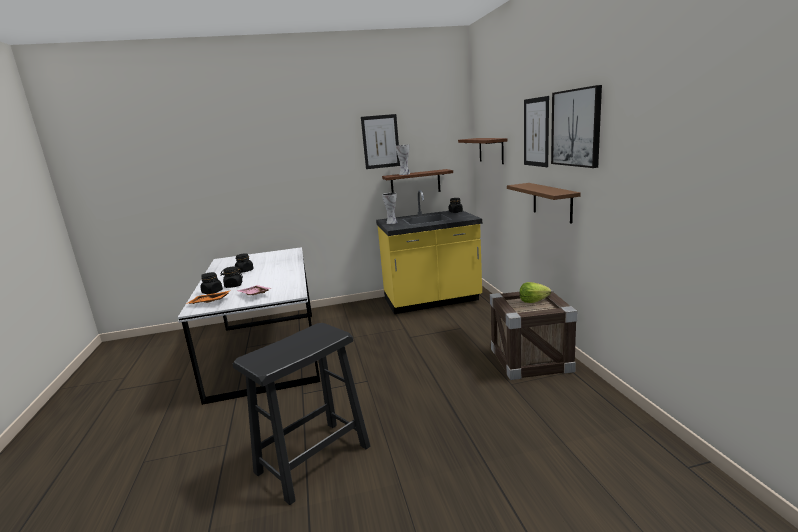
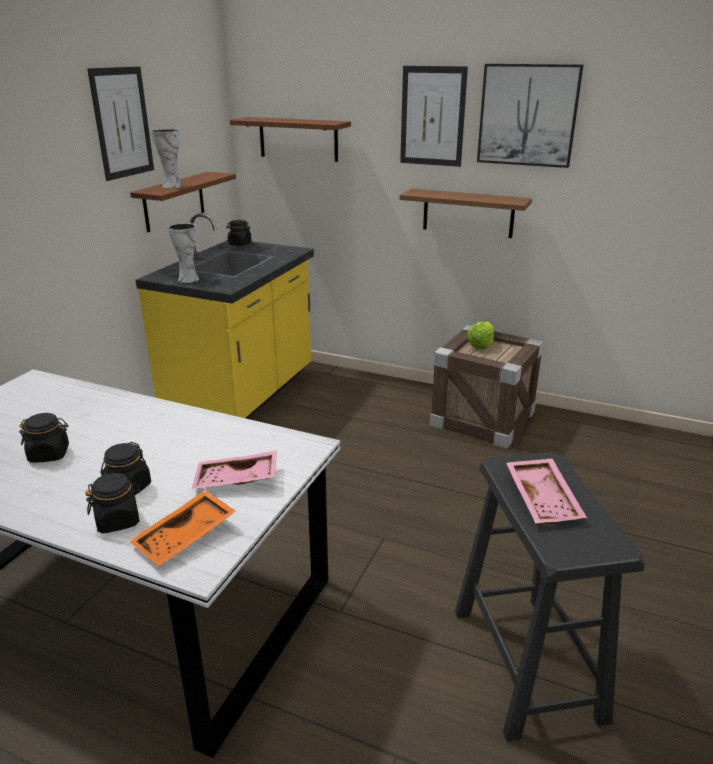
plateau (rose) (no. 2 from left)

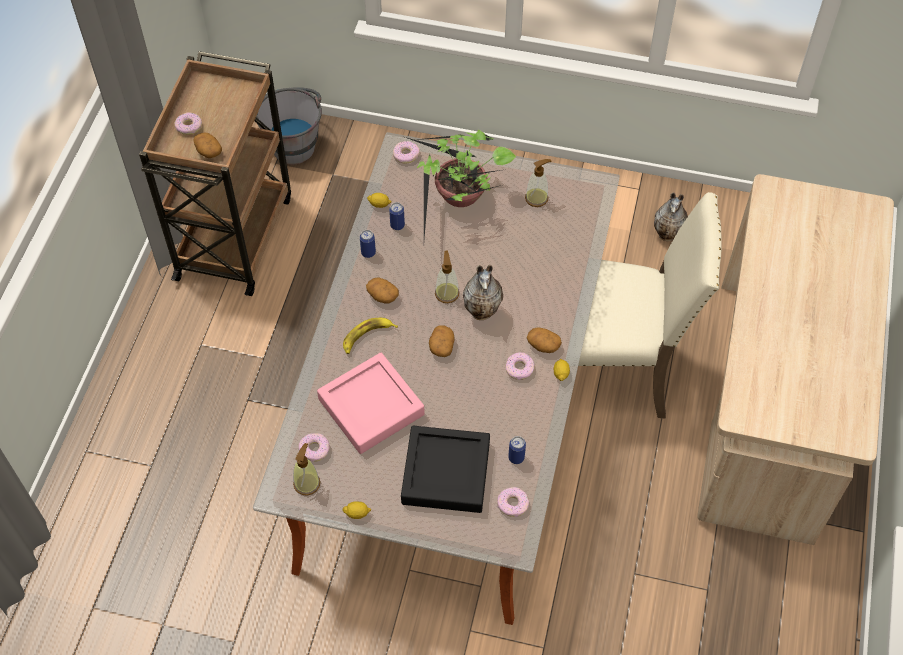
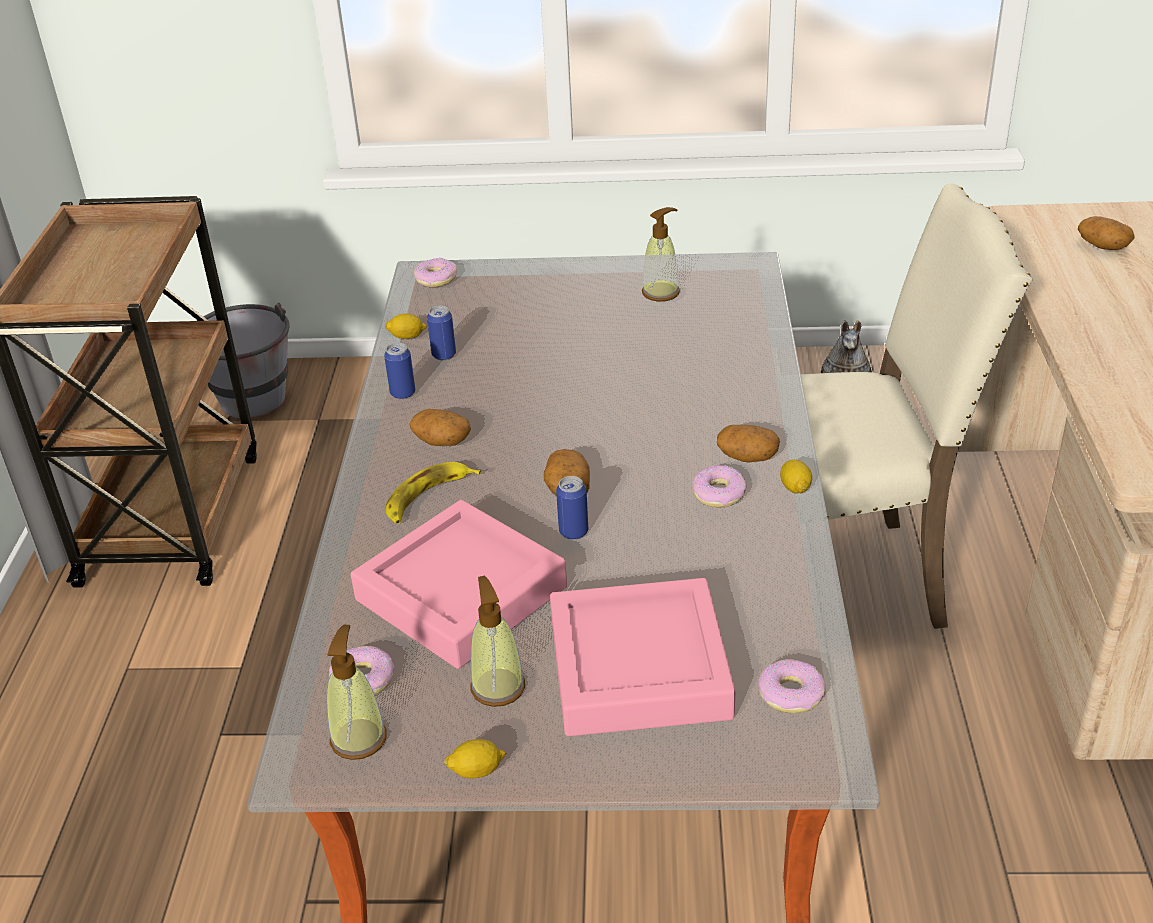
beignet (no. 1 from left in the first image)
pomme de terre (no. 4 from left)
plateau (rose) (no. 2 from left)
plante en pot
distributeur de savon (no. 2 from left)
vase (no. 1 from left in the first image)
boîte métallique (no. 3 from left)

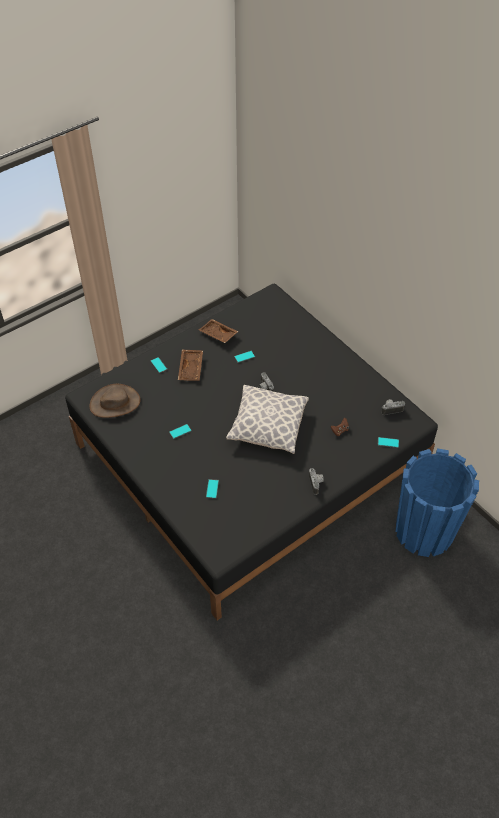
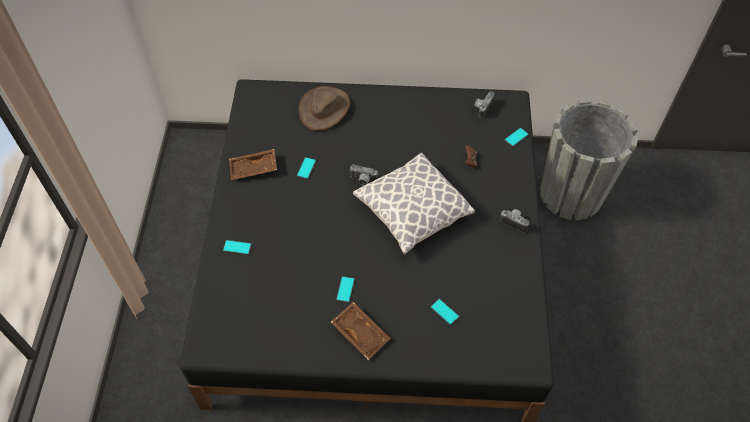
chapeau (marron)
plateau (marron) (no. 2 from left)
cache-pot (gris)

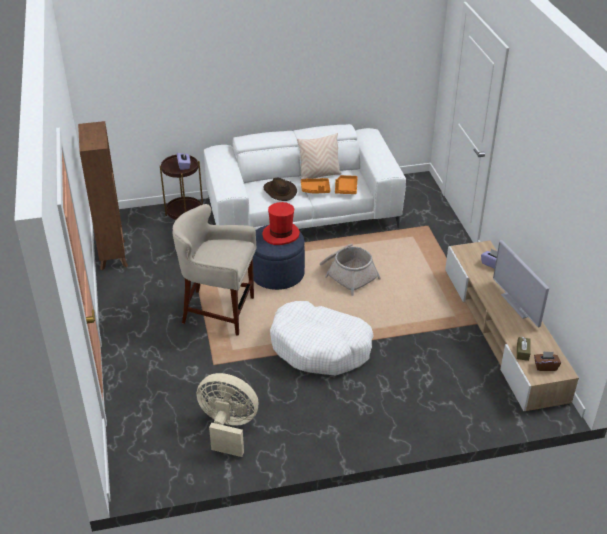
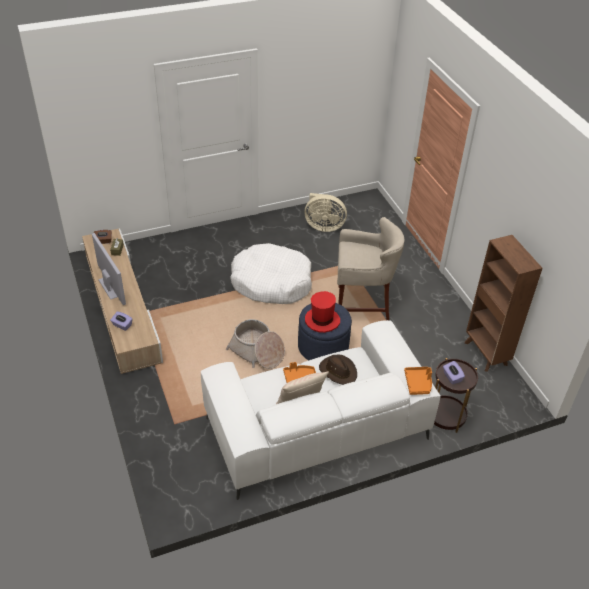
plateau (orange) (no. 2 from left)

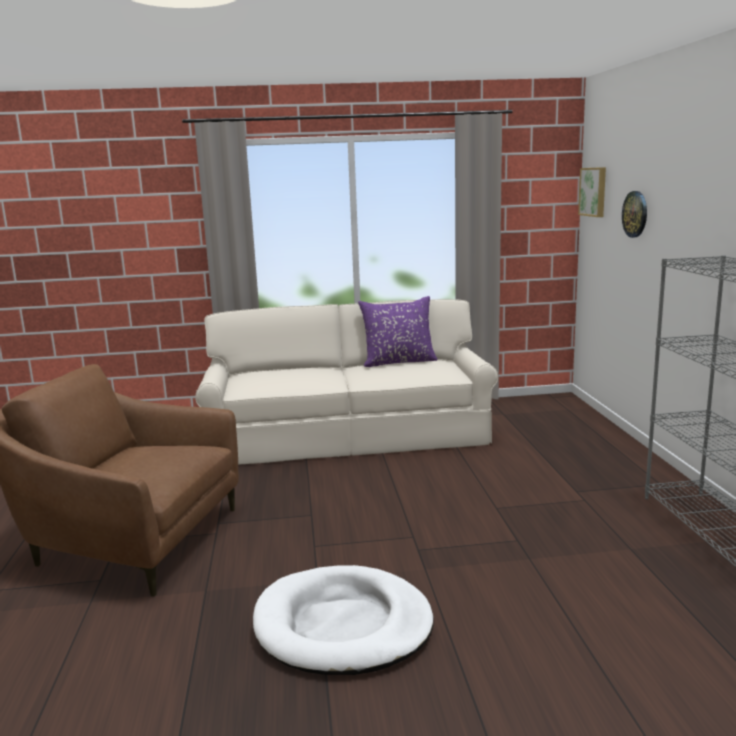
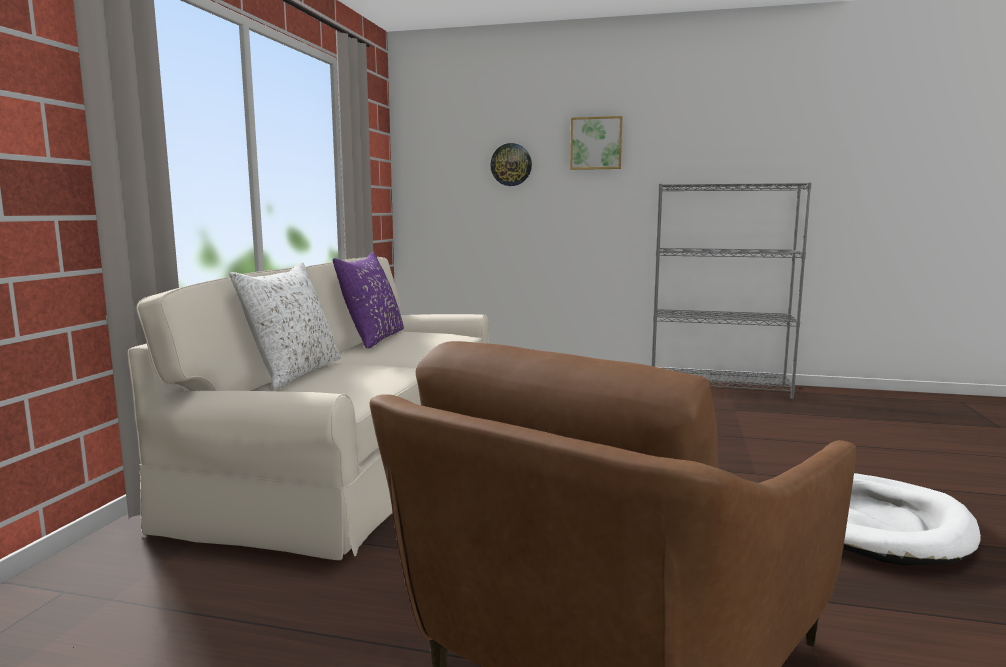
tableau
coussin (blanc)

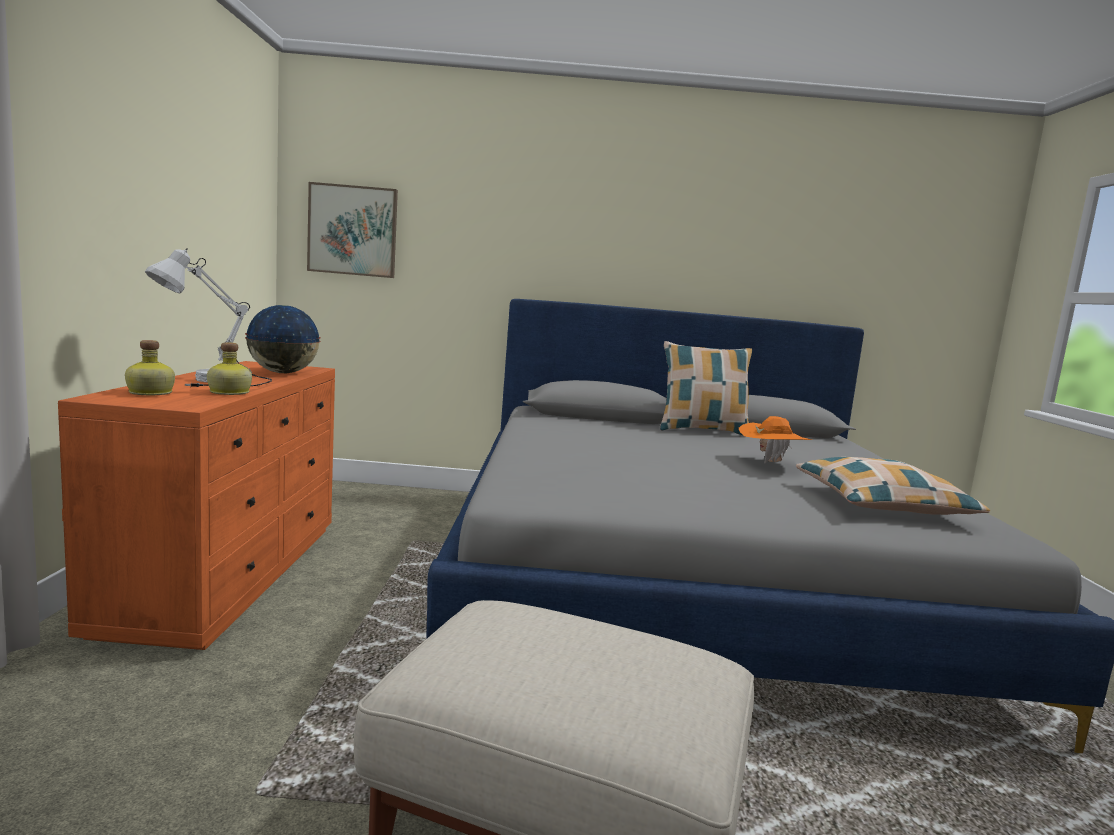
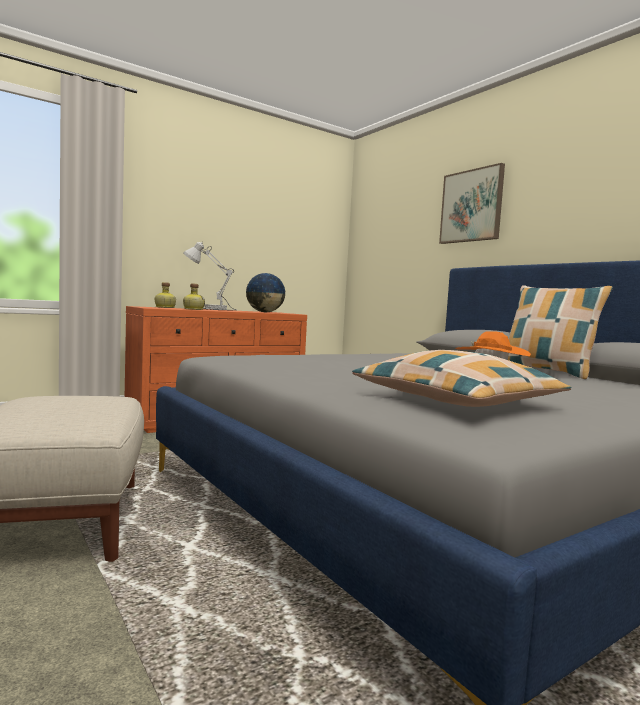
tableau

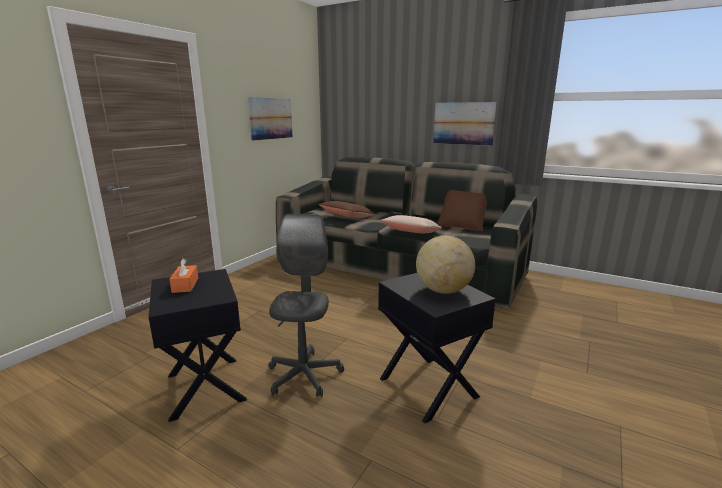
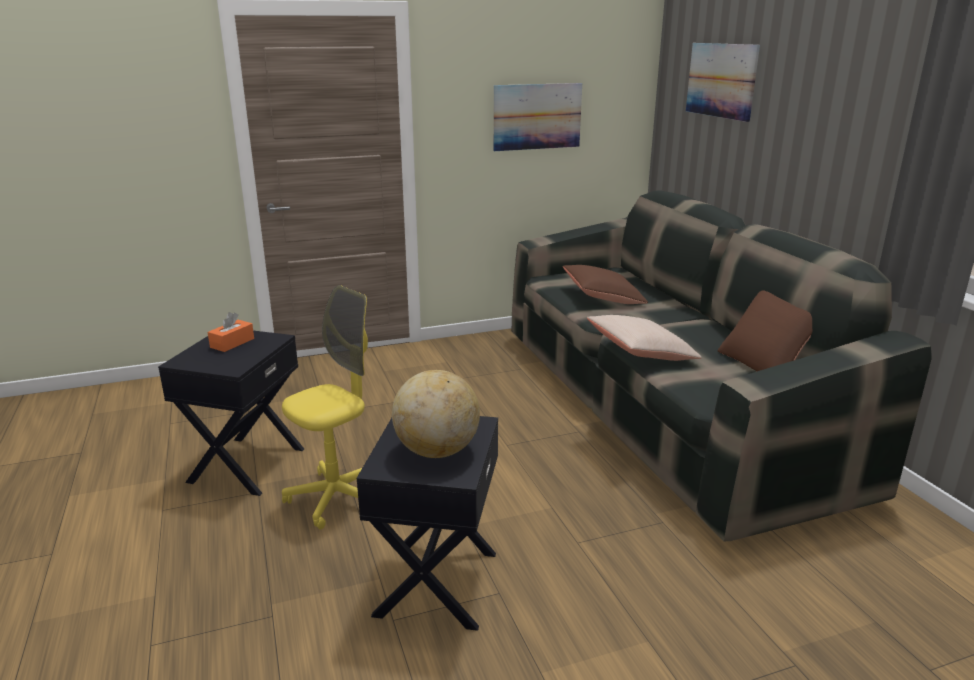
chaise de bureau (jaune)
tableau (no. 2 from left)

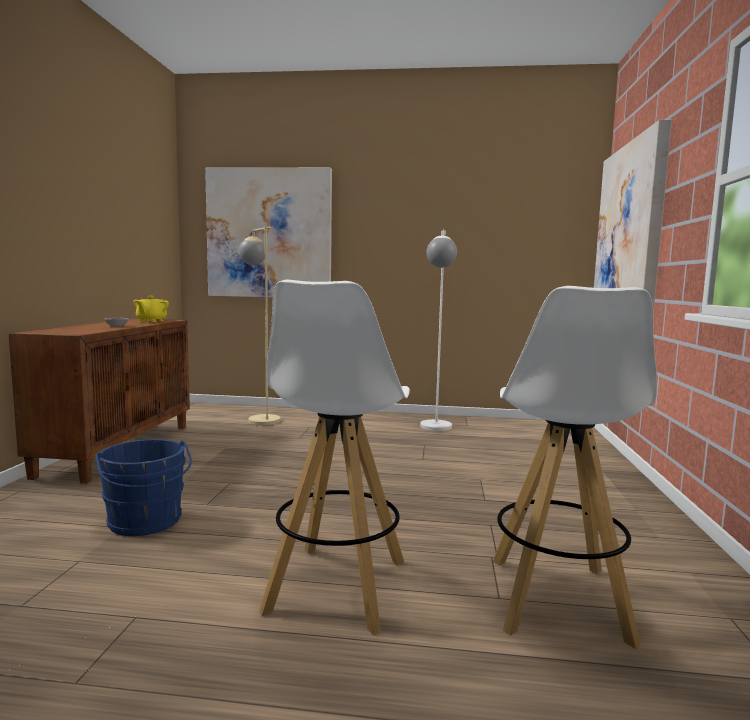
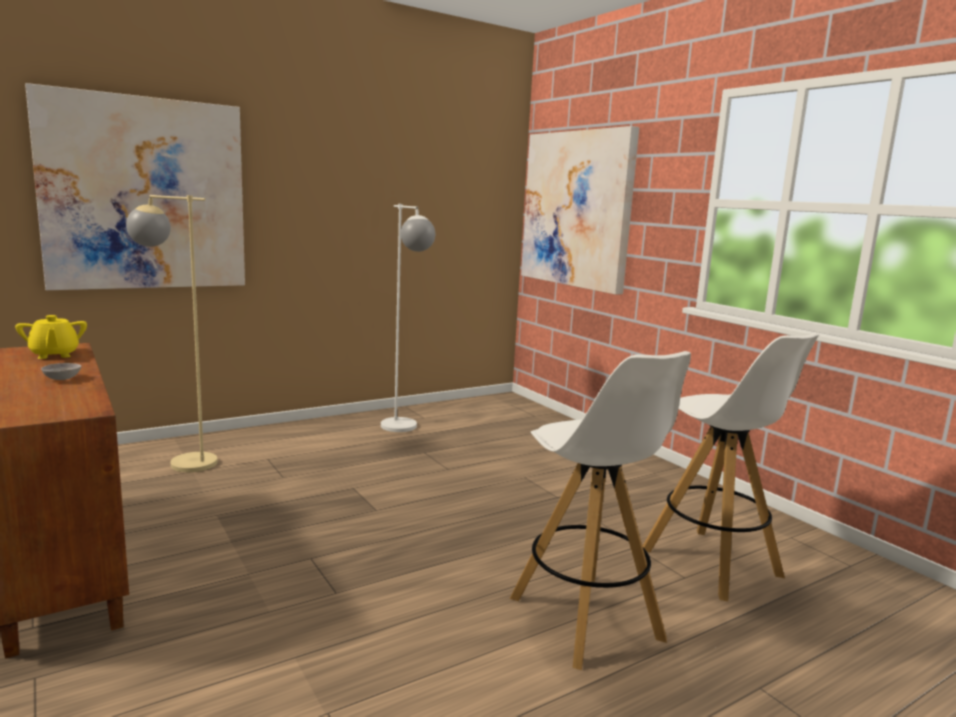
seau (bleu)

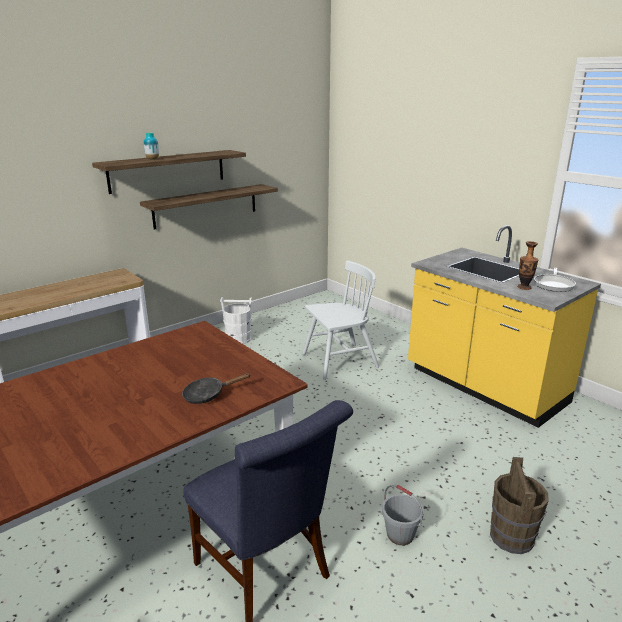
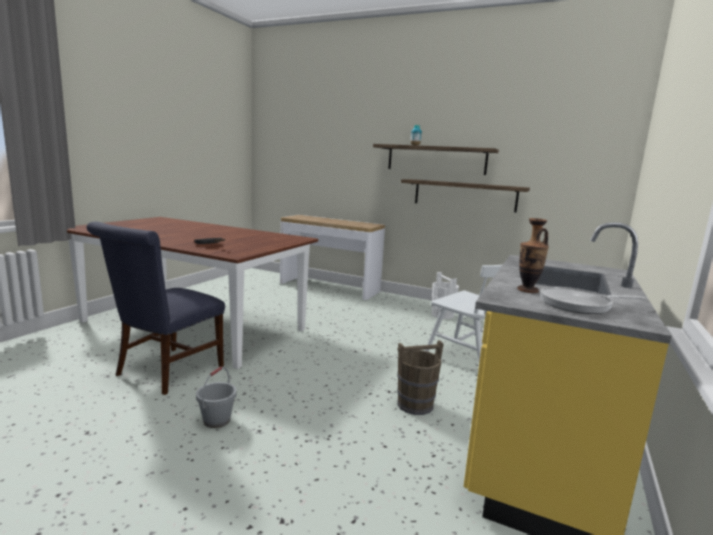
seau (marron)

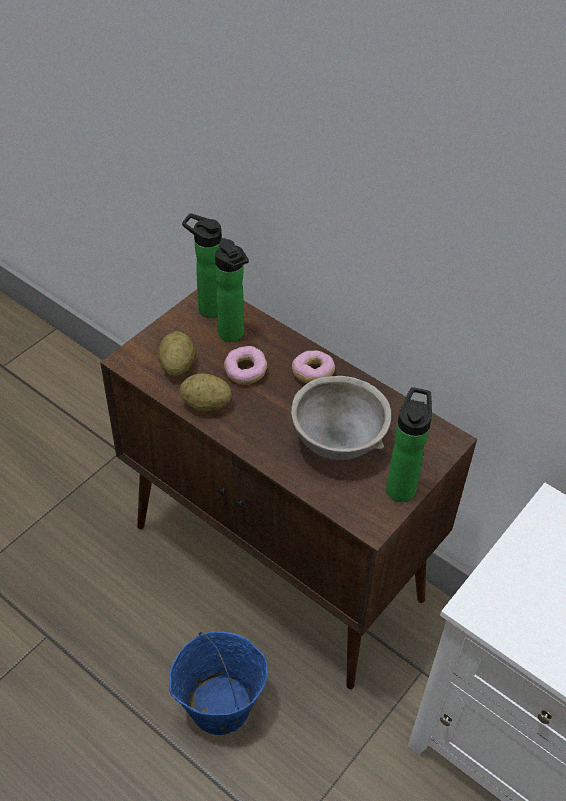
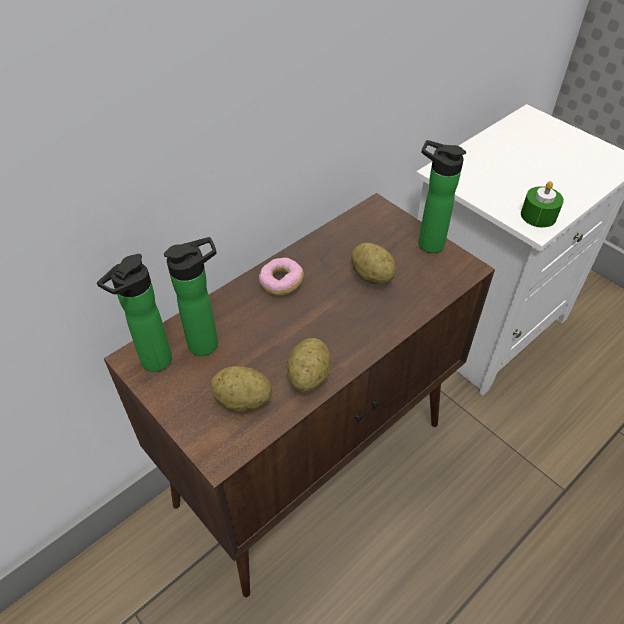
seau (bleu)
beignet (no. 1 from left in the first image)
pomme de terre (no. 3 from left)
bougie (vert)

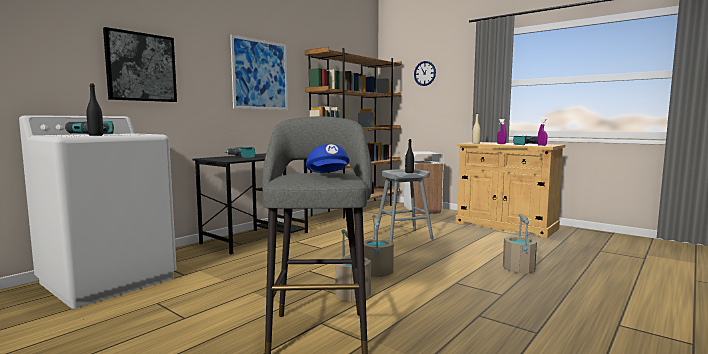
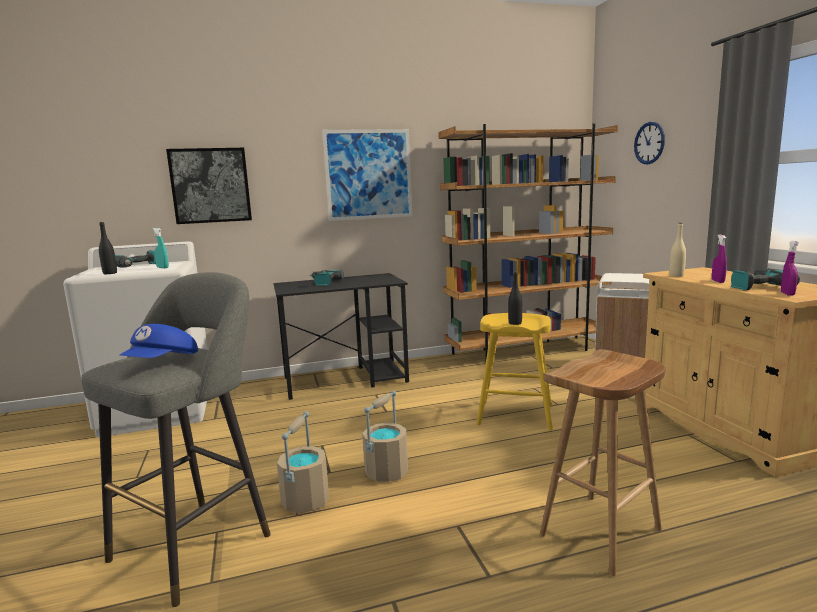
tabouret (jaune)
tabouret (marron)
vaporisateur (turquoise)

